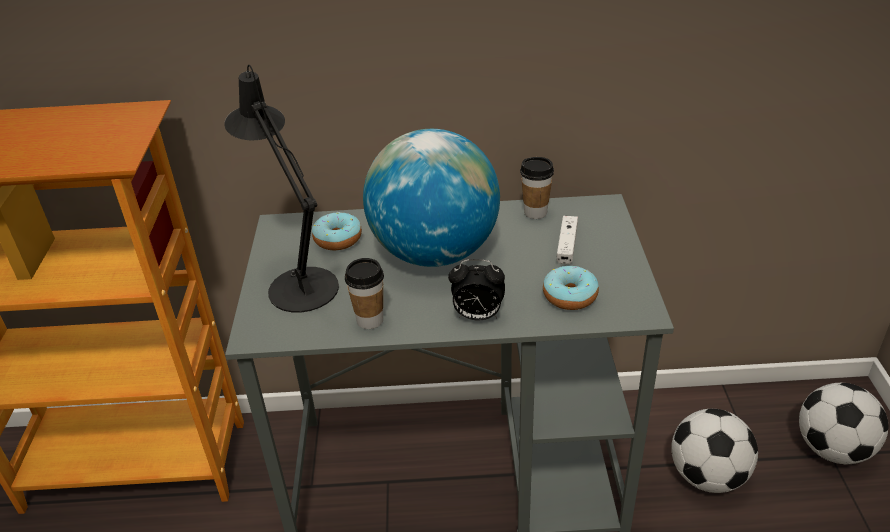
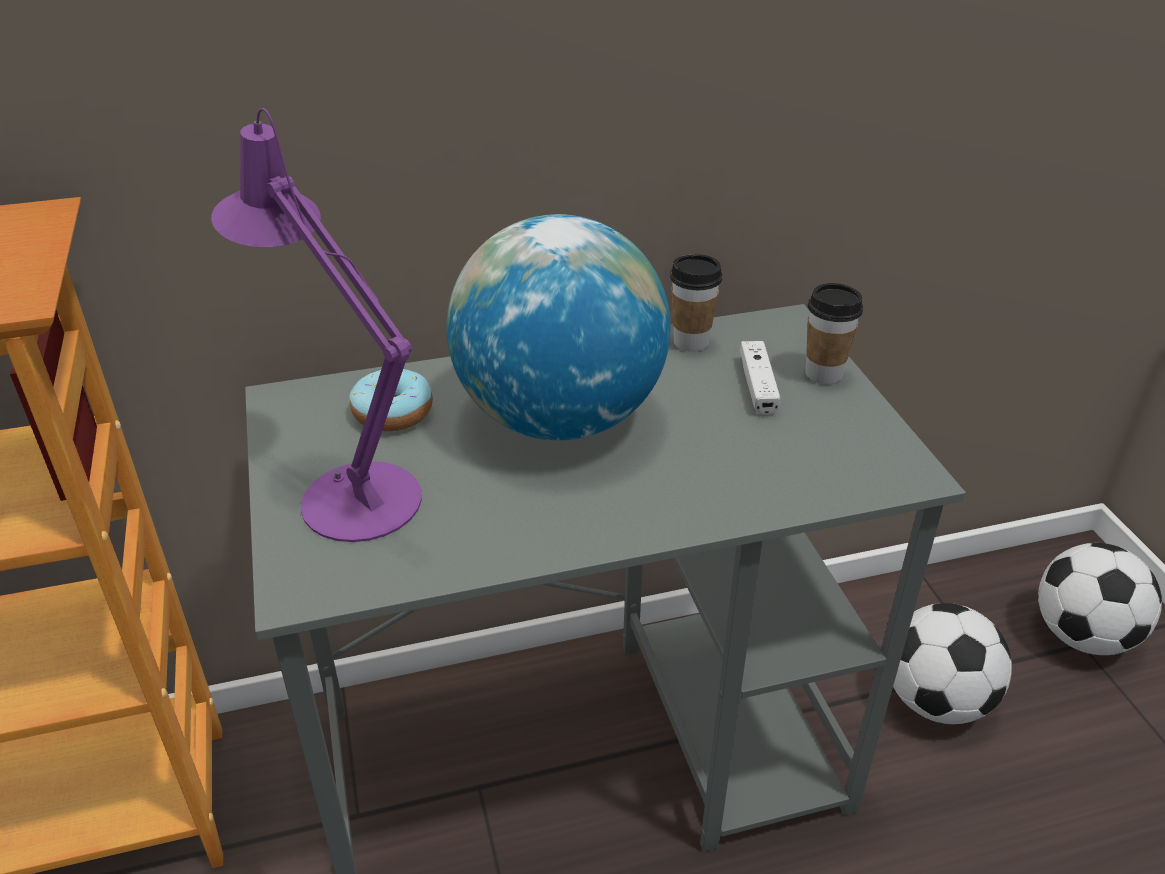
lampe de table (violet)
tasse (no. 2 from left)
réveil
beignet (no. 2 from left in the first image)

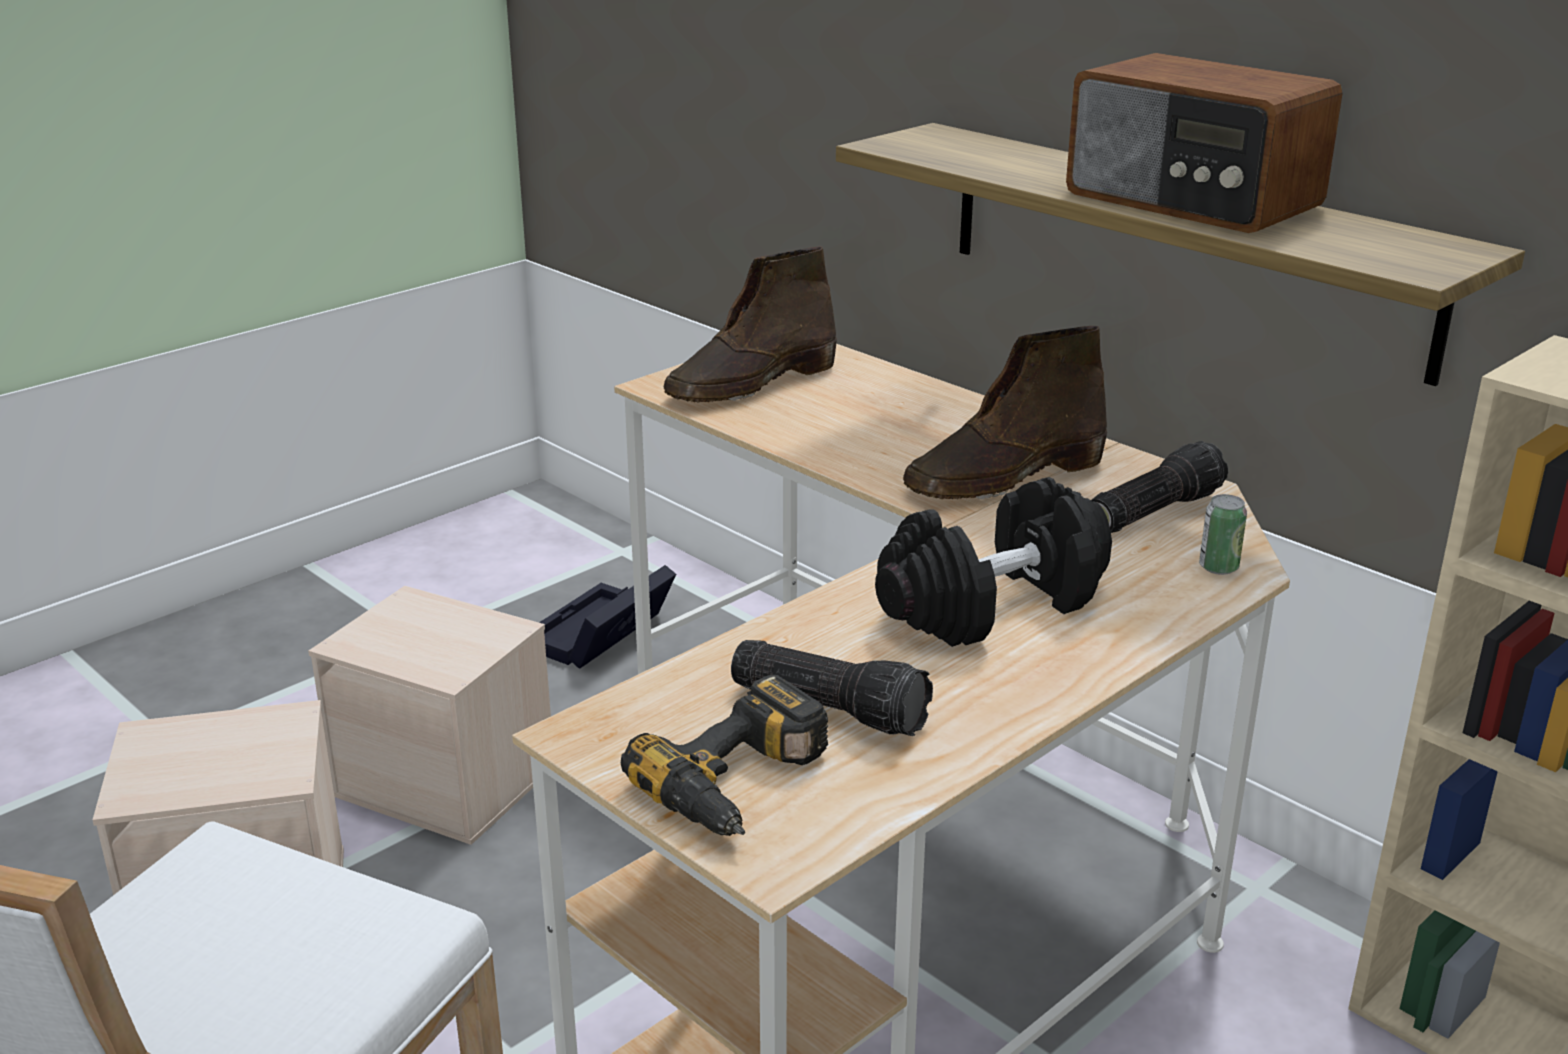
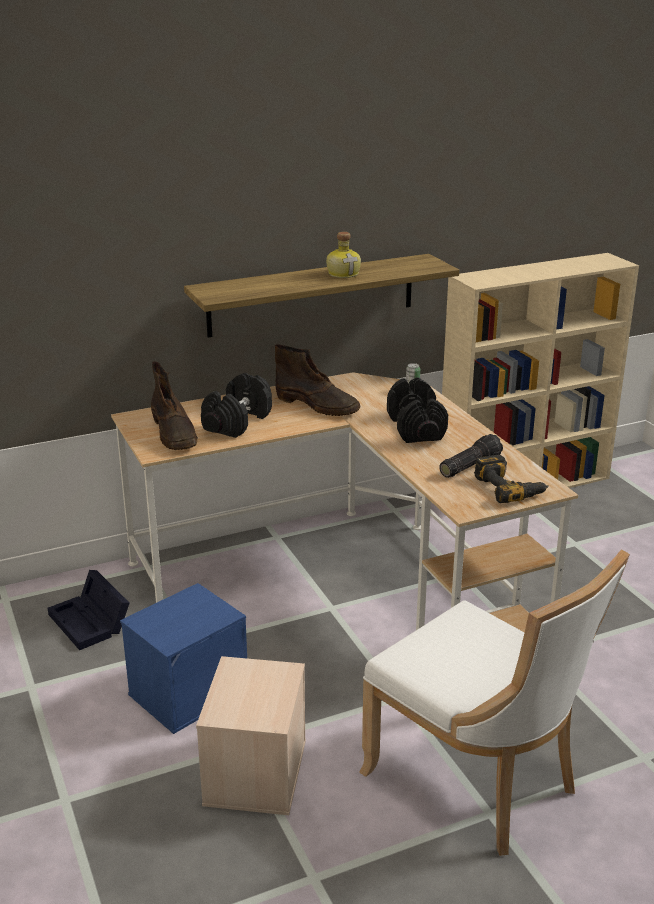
boîte de rangement (bleu)
botte (marron) (no. 2 from left)
bouteille
lampe de poche (no. 2 from left in the first image)
haltère (noir) (no. 1 from left)

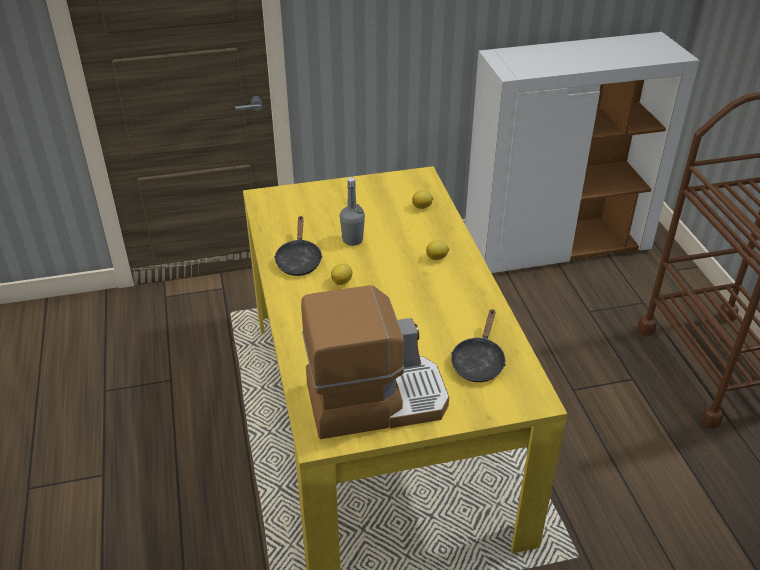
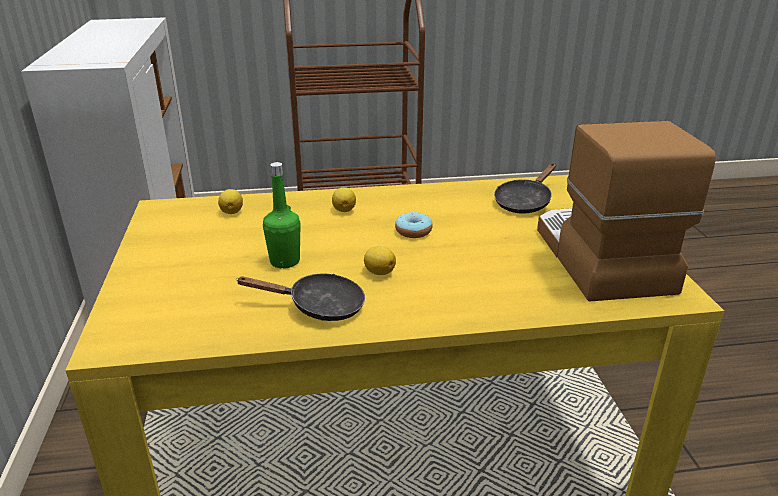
bouteille (vert)
poêle (noir) (no. 2 from left)
beignet

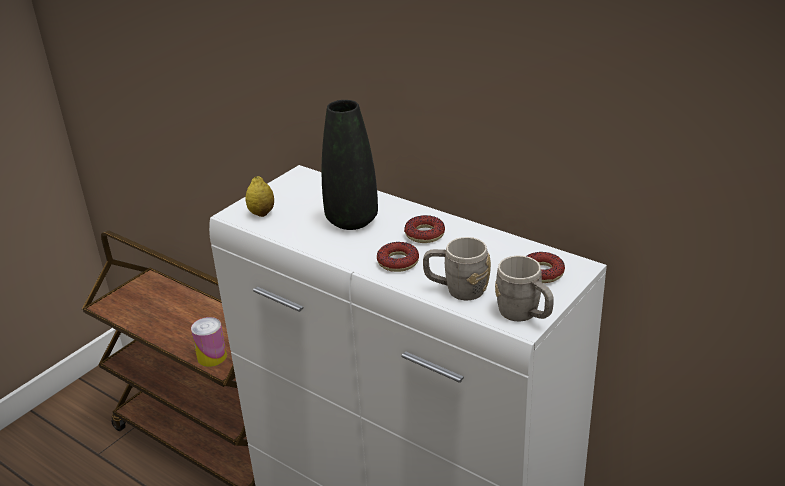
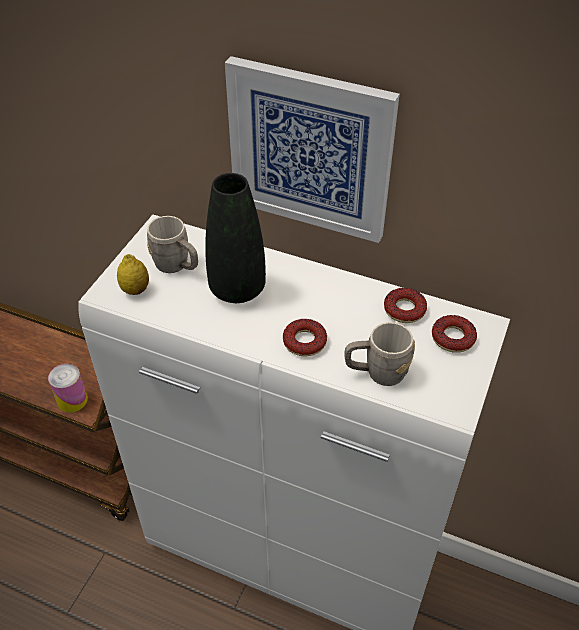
beignet (no. 2 from left)
mug (gris) (no. 1 from left)
tableau

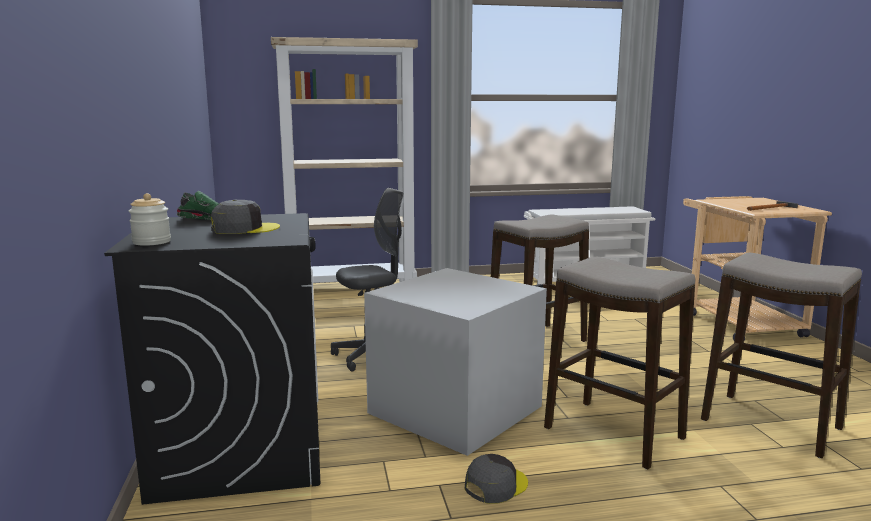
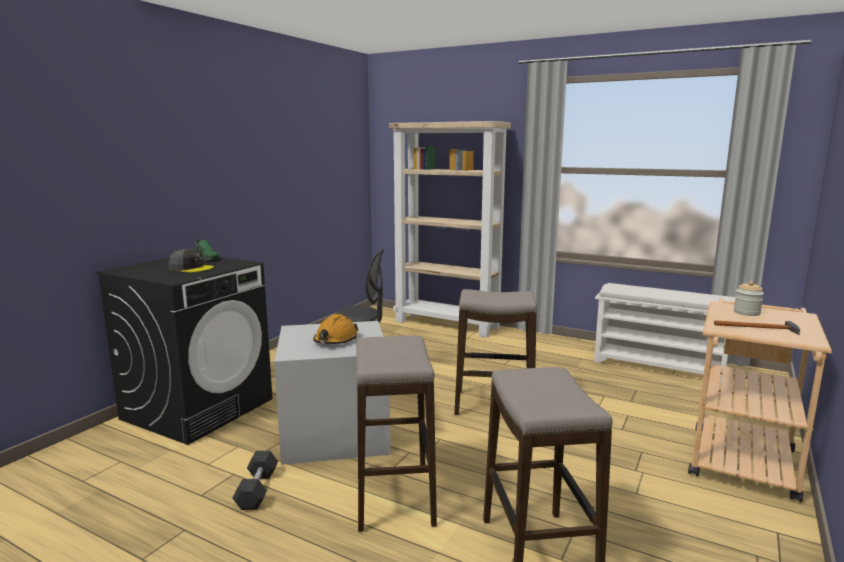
bocal
haltère (gris)
casque de chantier (orange)

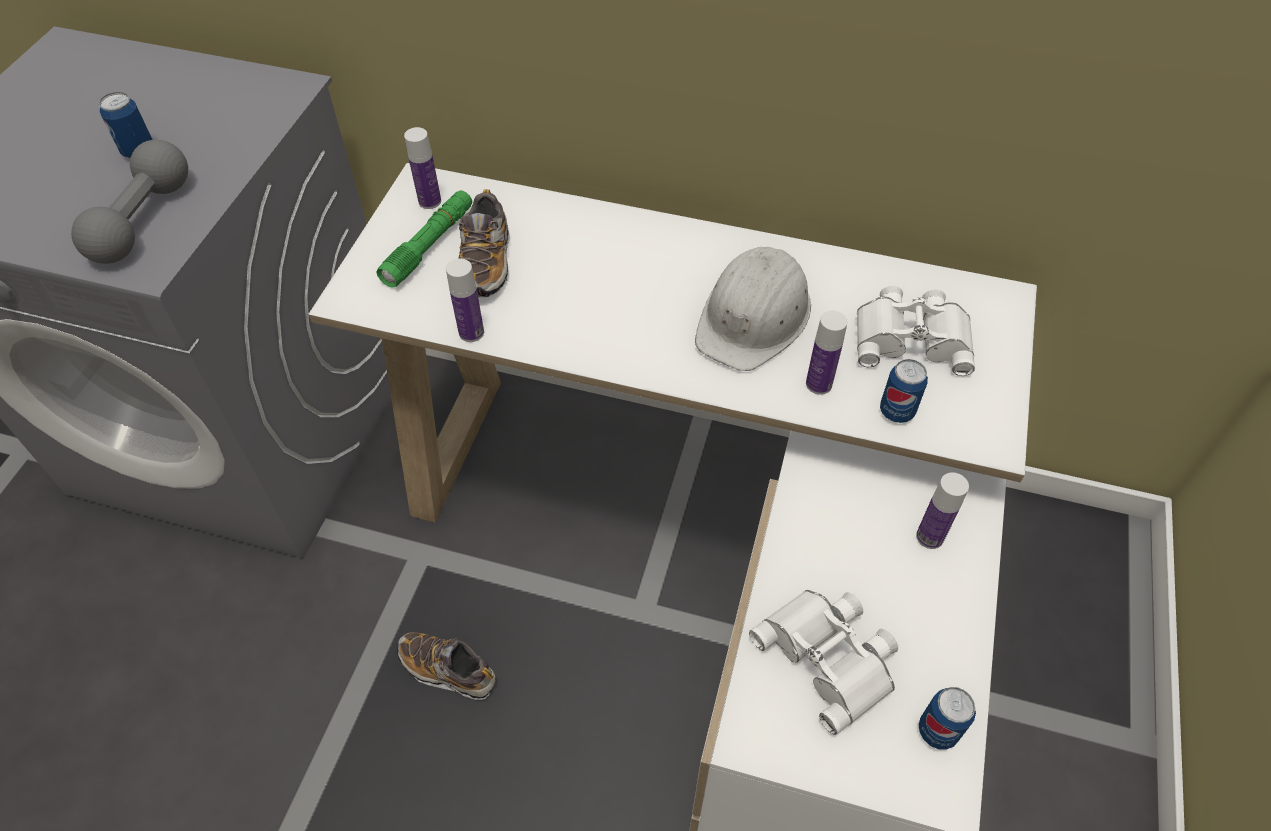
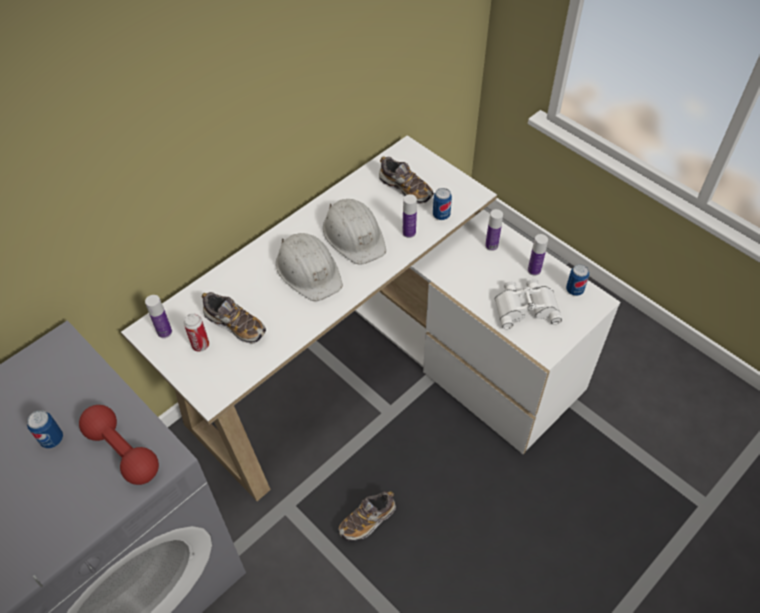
haltère (rouge)
boîte métallique (no. 2 from left)
bouteille (no. 4 from left)
chaussure (no. 3 from left)
casque de chantier (blanc) (no. 1 from left)

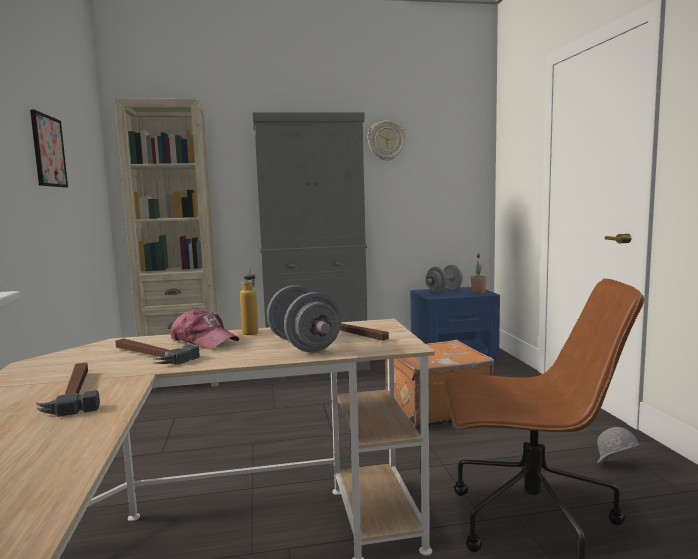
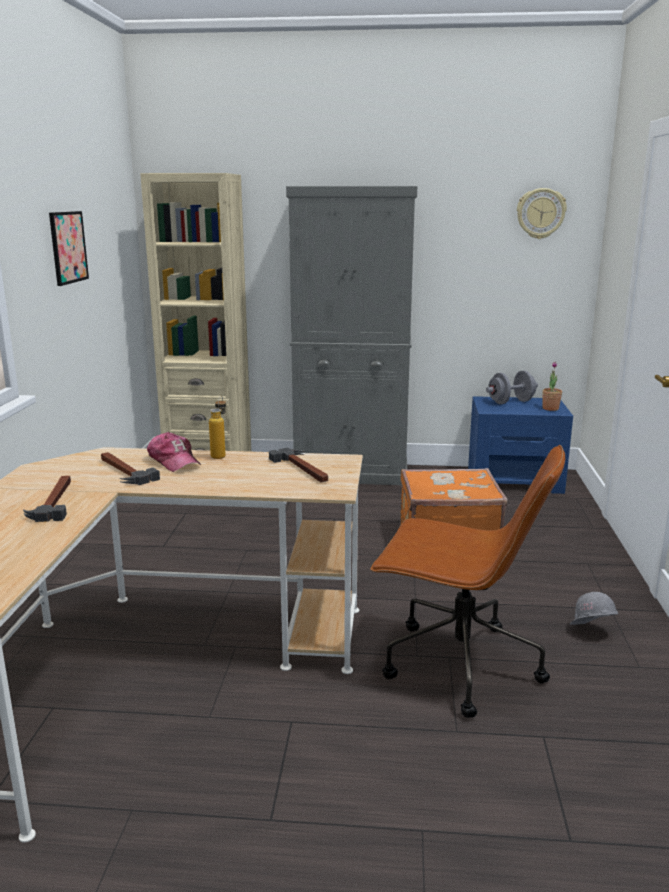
haltère (gris) (no. 1 from left in the first image)
horloge murale

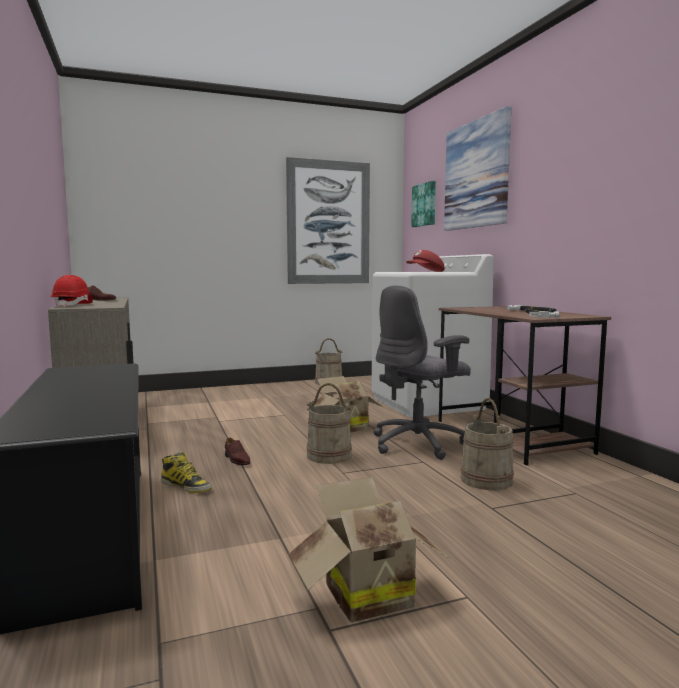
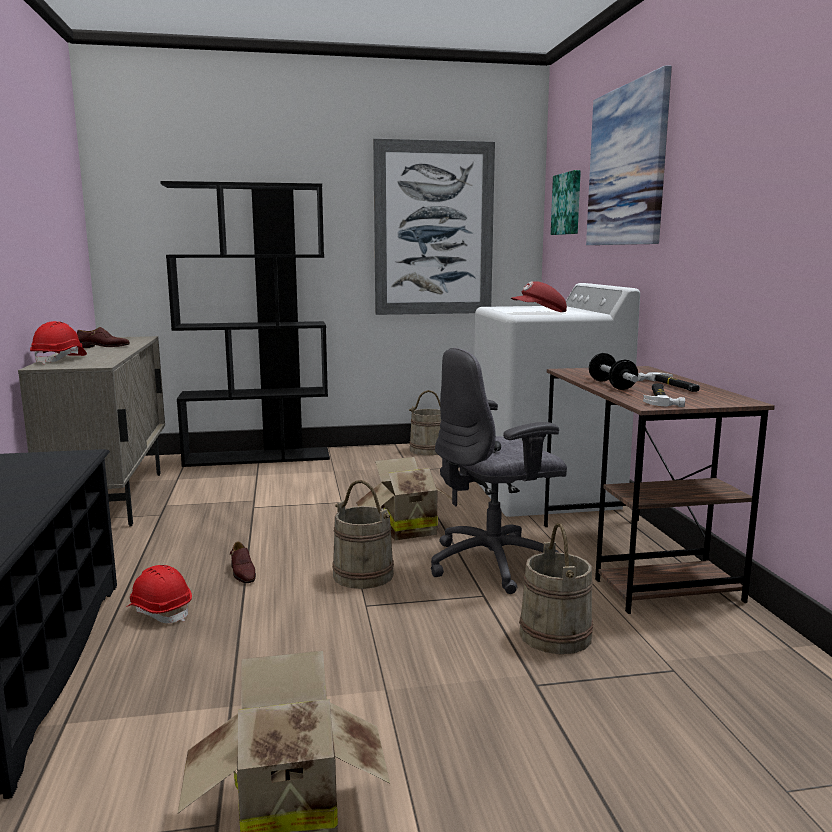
casque de chantier (rouge) (no. 2 from left)
bibliothèque (noir)
haltère

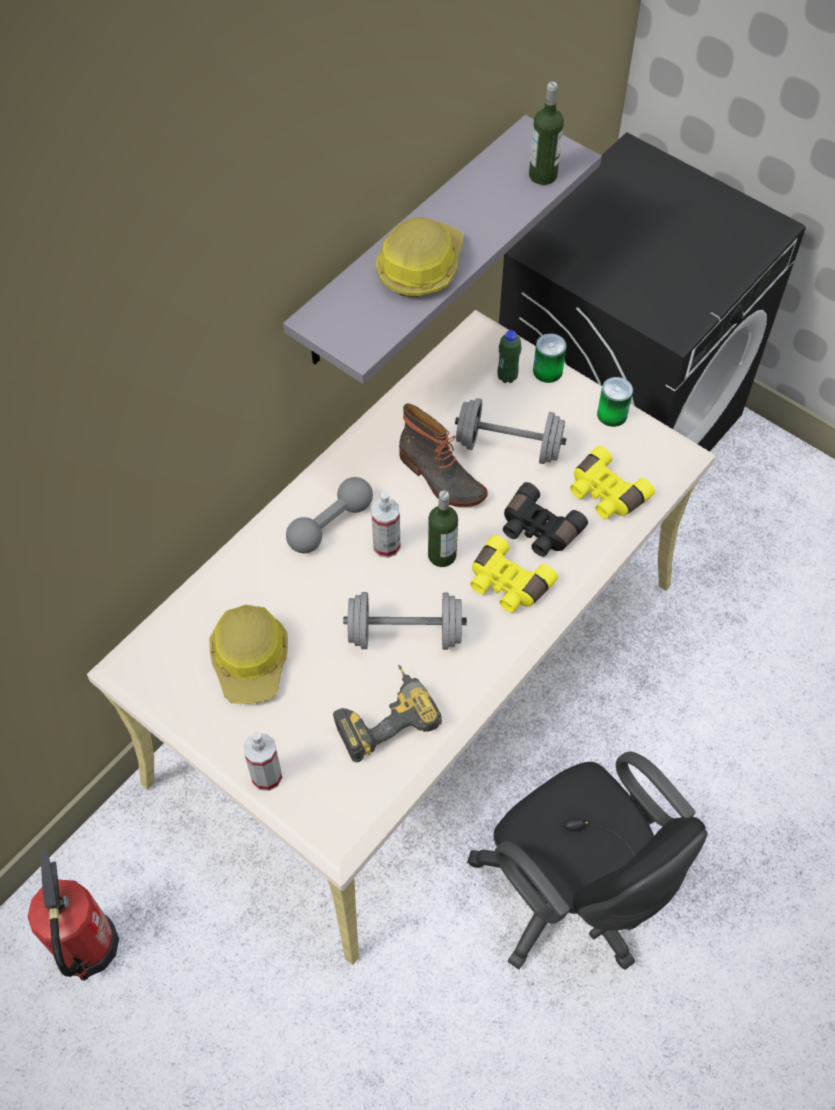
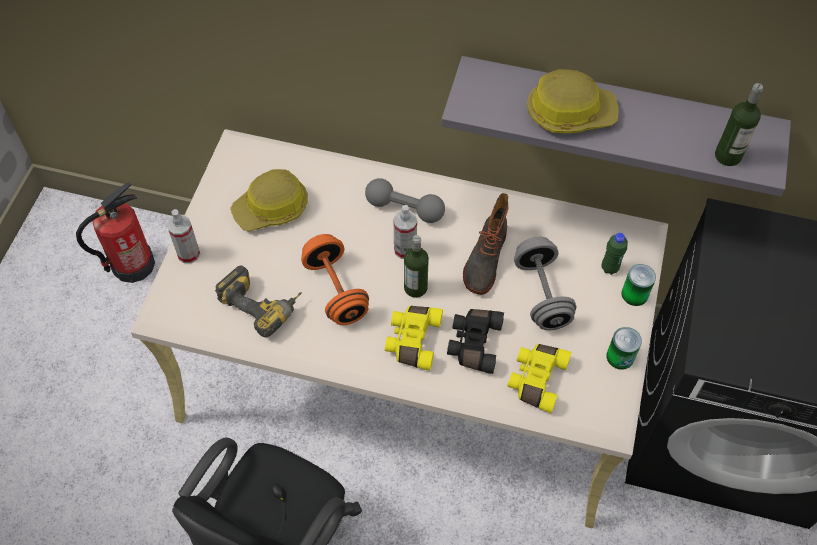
haltère (orange)

